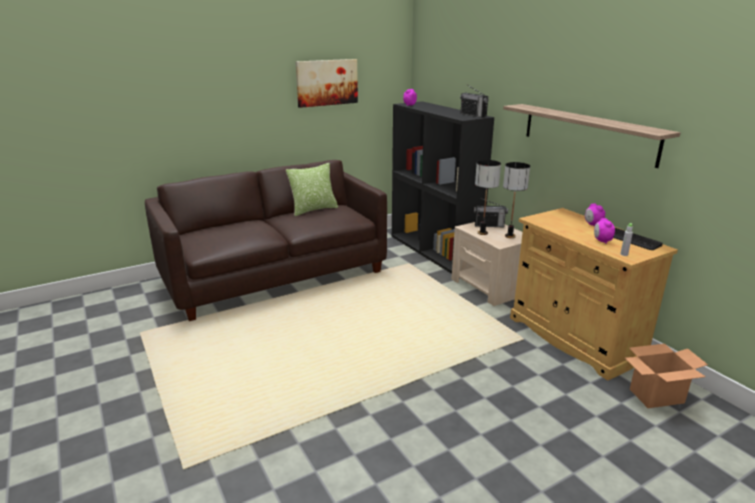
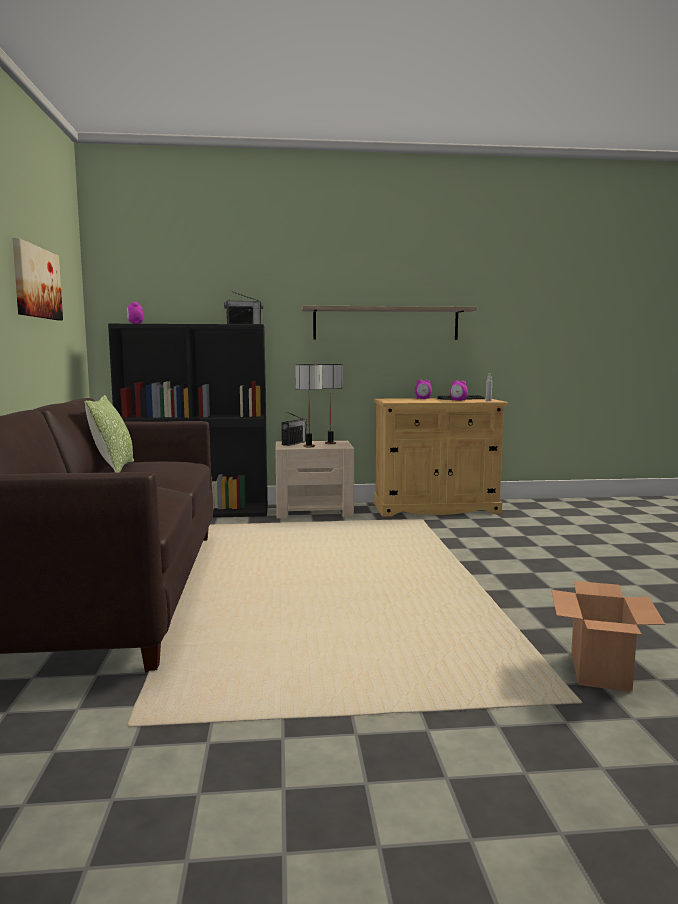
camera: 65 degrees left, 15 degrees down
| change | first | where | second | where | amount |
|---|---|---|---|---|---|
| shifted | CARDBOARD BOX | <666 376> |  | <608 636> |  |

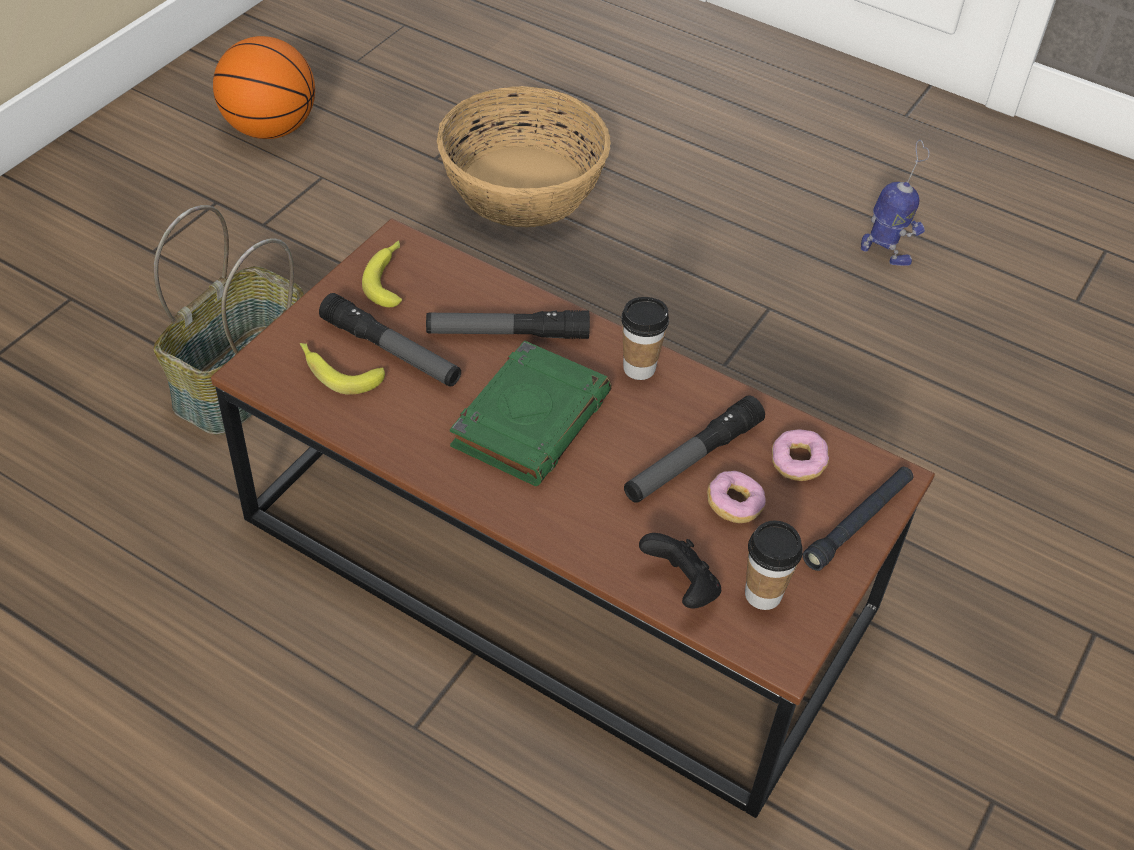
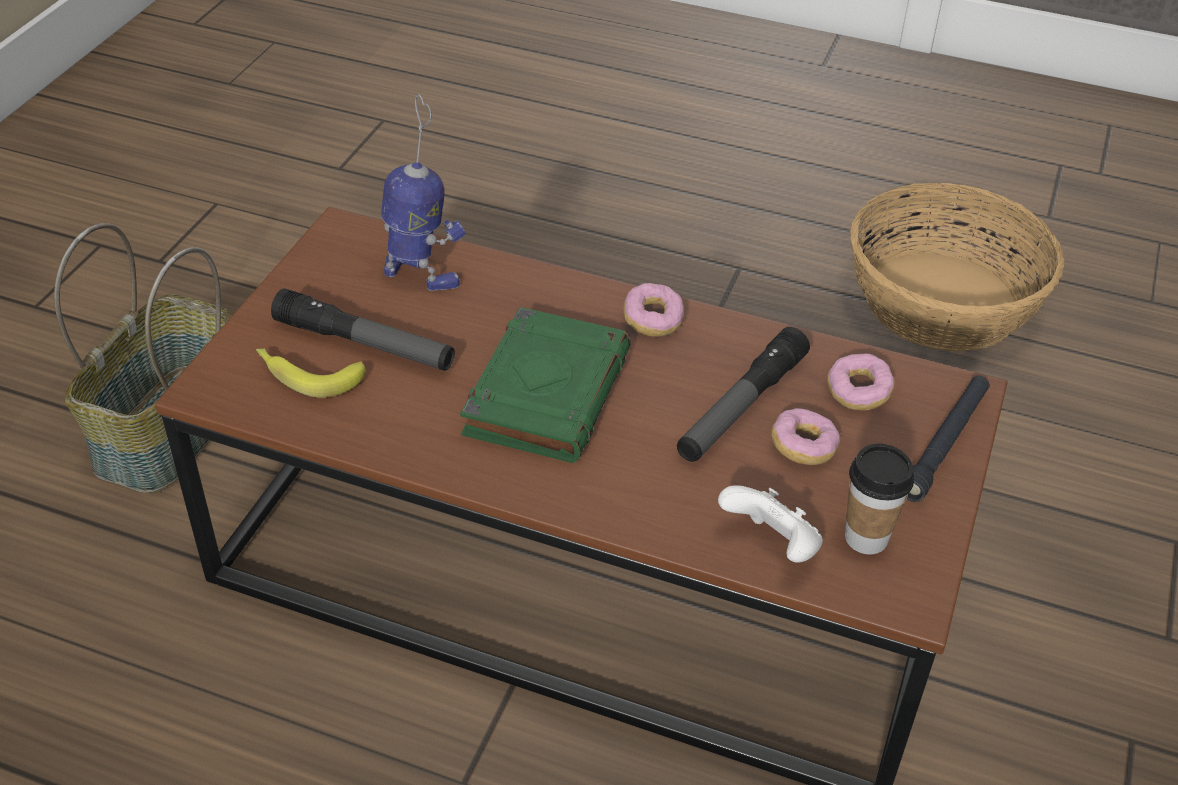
camera: 10 degrees left, 5 degrees down
| change | first | where | second | where | amount |
|---|---|---|---|---|---|
| gone | BALL FOR BASKETBALL | <264 87> |  |  |  |
| shifted | STORAGE BASKET | <524 156> |  | <957 267> |  |
| shifted | TOY ROBOT | <895 203> |  | <423 192> |  |
| gone | BANANA FRUIT | <382 273> |  |  |  |
| swapped | CUP | <645 338> | DOUGHNUT | <653 310> |  |
| gone | TORCH | <508 324> |  |  |  |
| repainted | BLACK GAME CONTROLLER | <680 571> | WHITE-COLOURED GAME CONTROLLER | <770 524> |  |

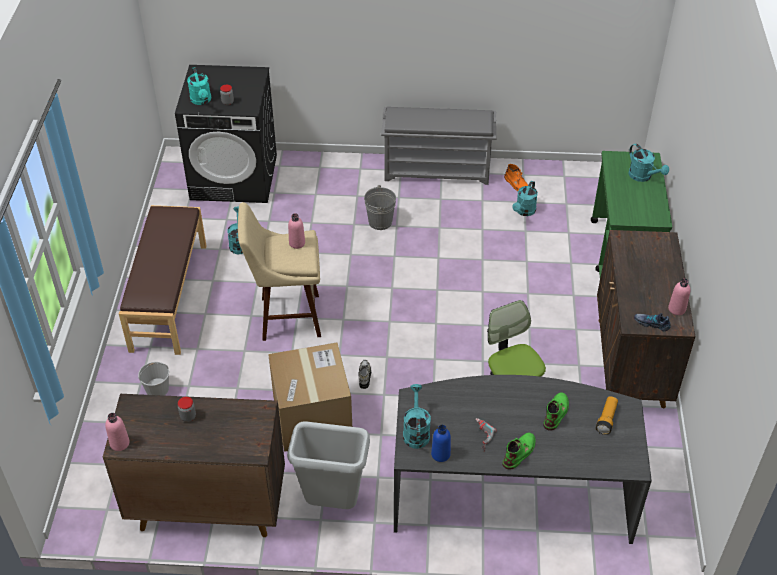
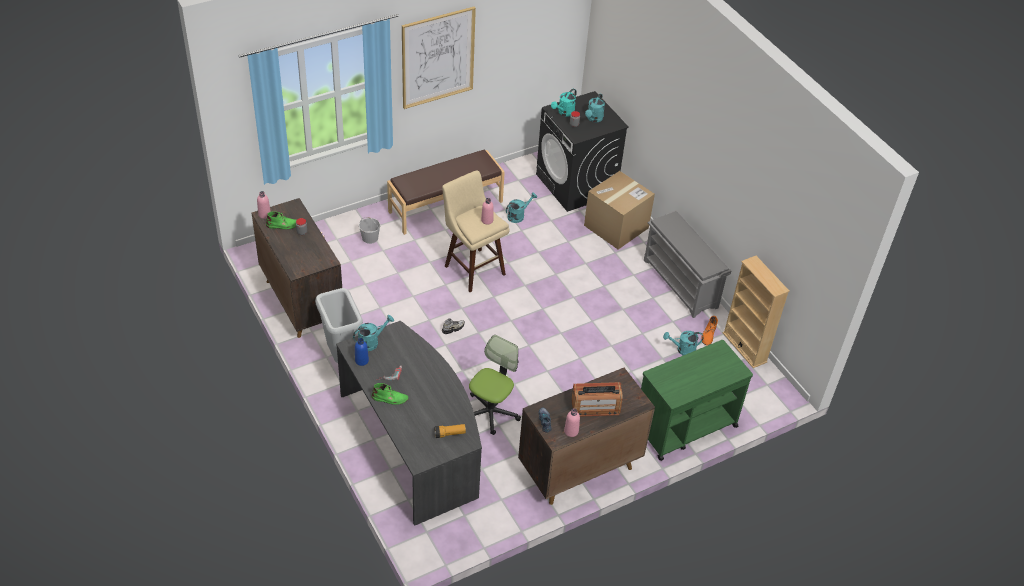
camera: 55 degrees right, 0 degrees up
| change | first | where | second | where | amount |
|---|---|---|---|---|---|
| shifted | TURQUOISE SPRINKLING CAN | <649 163> |  | <595 107> |  |
| gone | GRAY BUCKET | <380 207> |  |  |  |
| shifted | CARDBOARD BOX | <310 397> |  | <619 210> |  |
| shifted | GREENISH TALL BOOT | <556 411> |  | <281 220> |  |
| new |  |  | WALL PICTURE | <439 58> |  |
| new |  |  | BEIGE-COLOURED SHELVING UNIT | <756 312> |  |
| new |  |  | RADIO | <597 399> |  |

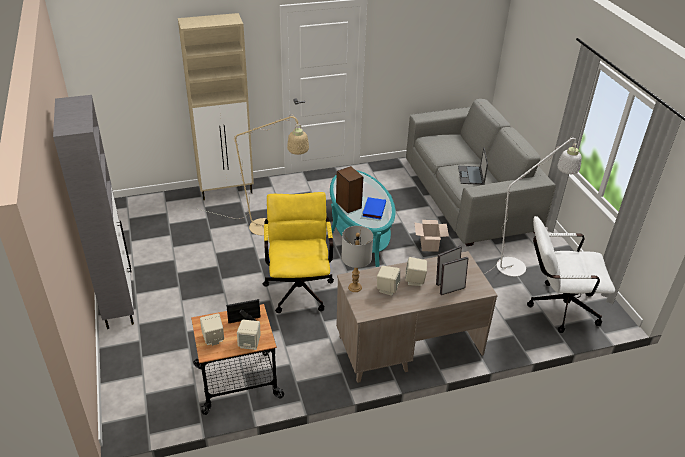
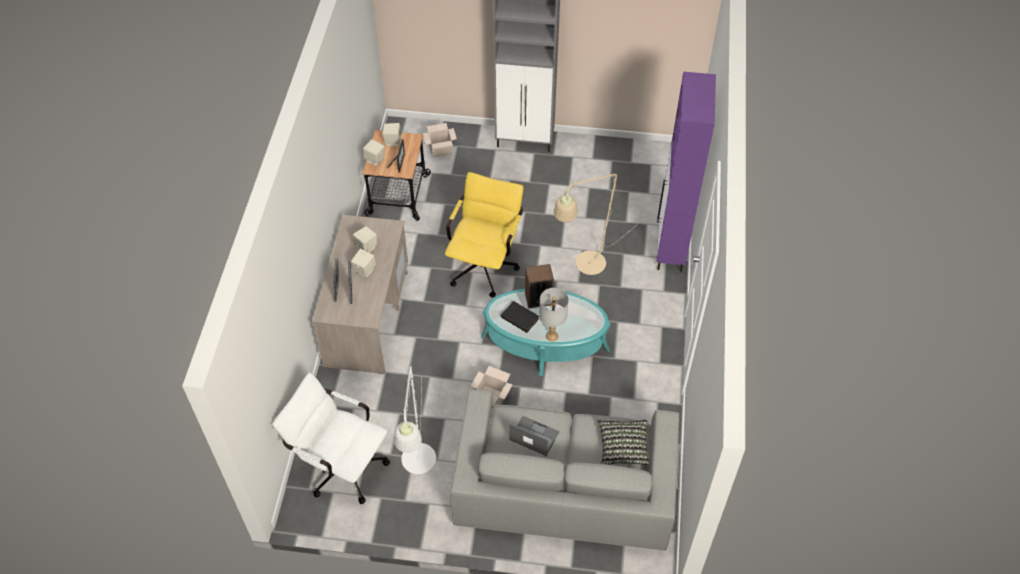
camera: 115 degrees right, 15 degrees up
| change | first | where | second | where | amount |
|---|---|---|---|---|---|
| repainted | BEIGE-COLOURED CUPBOARD | <216 106> | PURPLE CUPBOARD | <686 172> |  |
| rotated | YELLOWISH OFFICE CHAIR | <298 252> |  | <484 234> | 90 degrees counterclockwise |
| repainted | BLUE VOLUME | <374 208> | BLACK VOLUME | <520 317> |  |
| rotated | WHITE-COLOURED OFFICE CHAIR | <571 274> |  | <331 438> | 90 degrees counterclockwise |
| shifted | GRAY TABLE LAMP | <357 259> |  | <553 315> |  |
| new |  |  | CARDBOARD BOX | <440 140> |  |
| new |  |  | CUSHION | <624 442> |  |

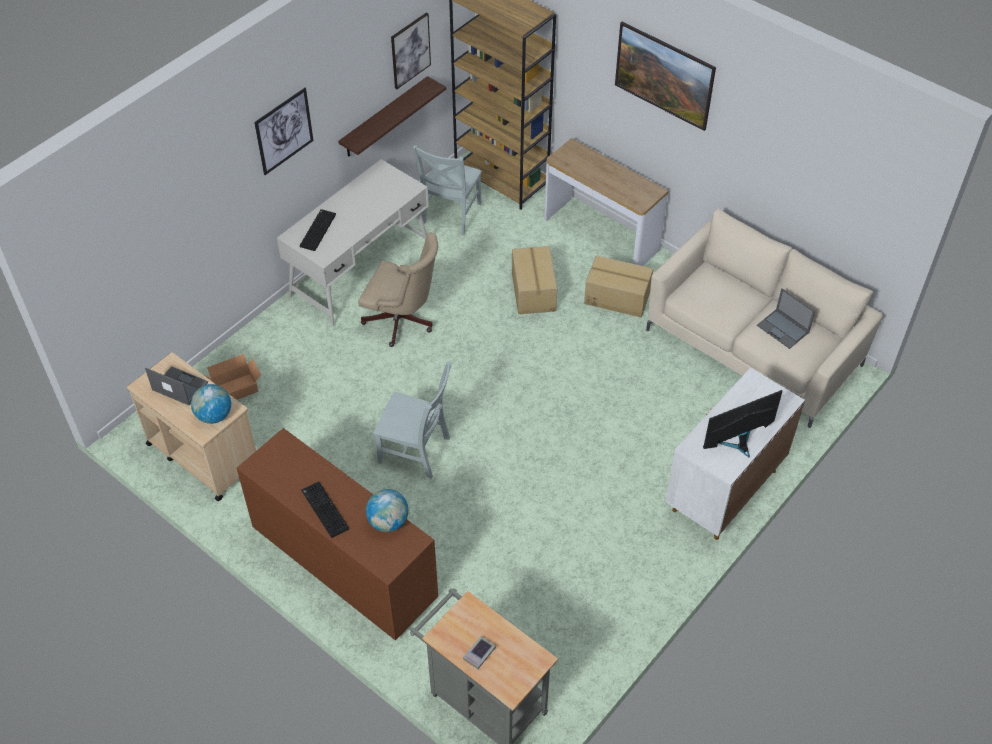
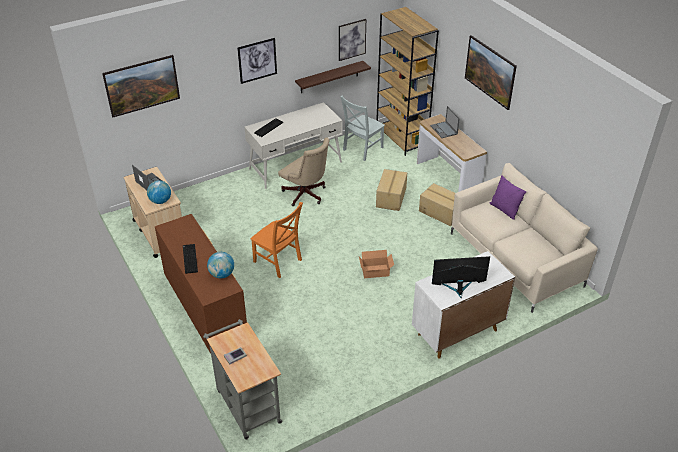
camera: 20 degrees right, 10 degrees down
| change | first | where | second | where | amount |
|---|---|---|---|---|---|
| shifted | PORTABLE COMPUTER | <786 318> |  | <445 122> |  |
| shifted | CARDBOARD BOX | <233 377> |  | <376 264> |  |
| repainted | GRAY PLAIN CHAIR | <412 420> | ORANGE PLAIN CHAIR | <276 240> |  |
| new |  |  | WALL PICTURE | <141 86> |  |
| new |  |  | PURPLE CUSHION | <508 197> |  |

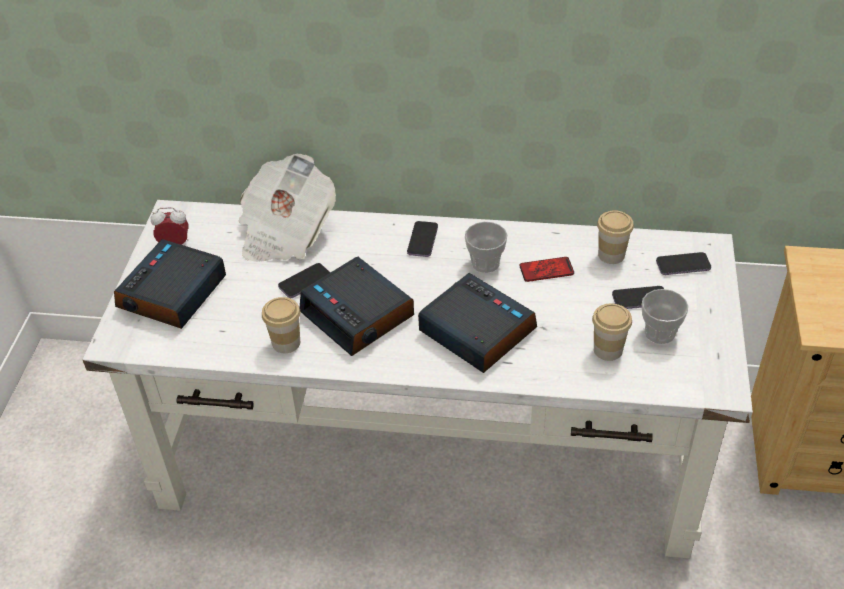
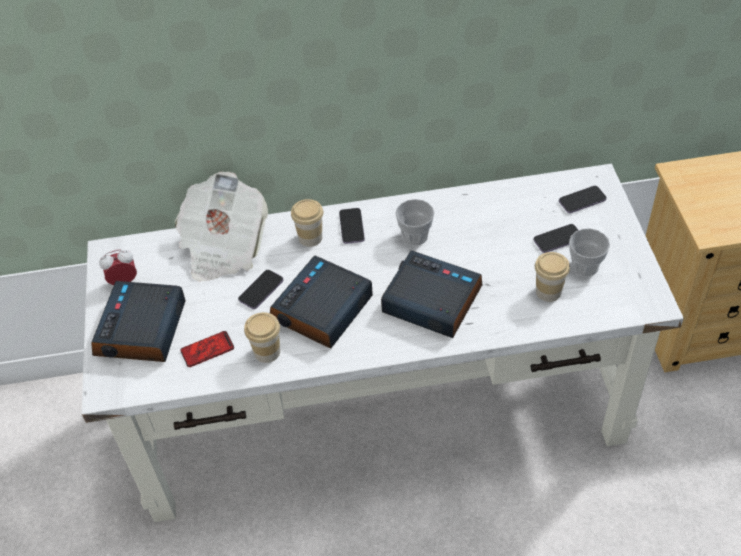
camera: 15 degrees left, 5 degrees up
| change | first | where | second | where | amount |
|---|---|---|---|---|---|
| shifted | CUP | <615 237> |  | <307 223> |  |
| rotated | TABLE CLOCK | <357 306> |  | <321 302> | 90 degrees clockwise |
| shifted | HANDSET | <547 269> |  | <207 349> |  |

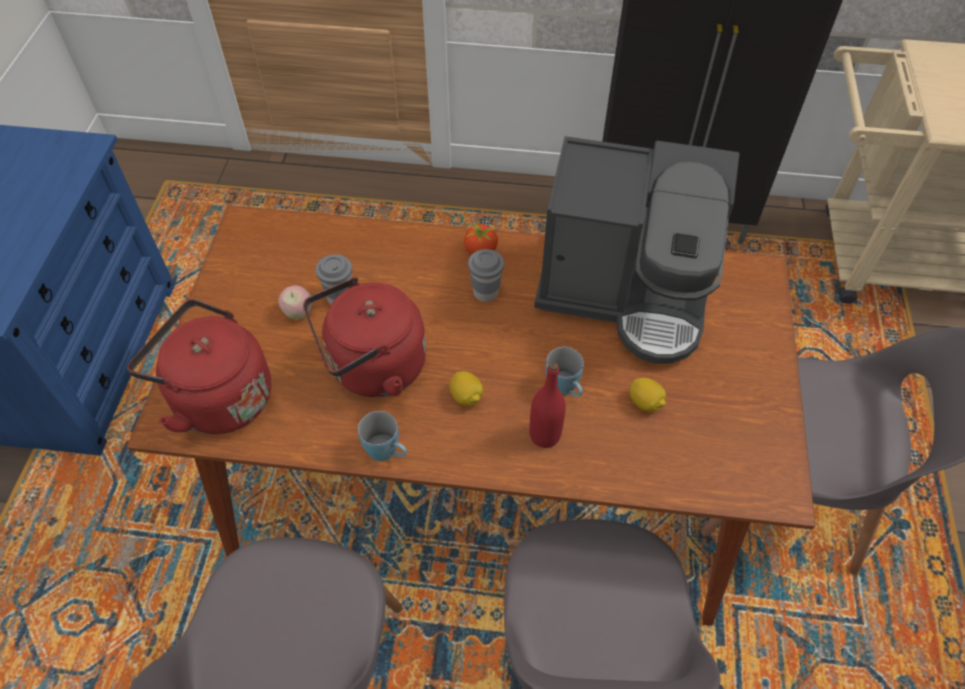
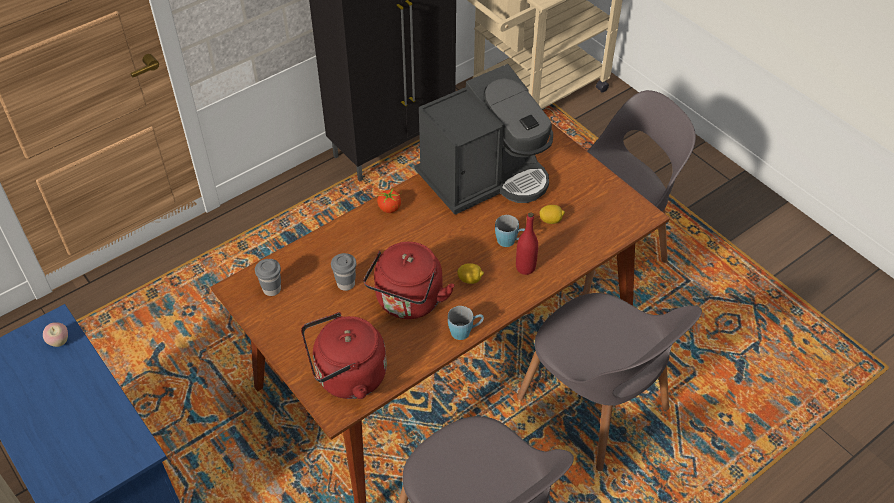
camera: 45 degrees left, 5 degrees down
| change | first | where | second | where | amount |
|---|---|---|---|---|---|
| shifted | GRAY CUP | <486 275> |  | <268 277> |  |
| shifted | WHOLE APPLE | <295 302> |  | <55 335> |  |

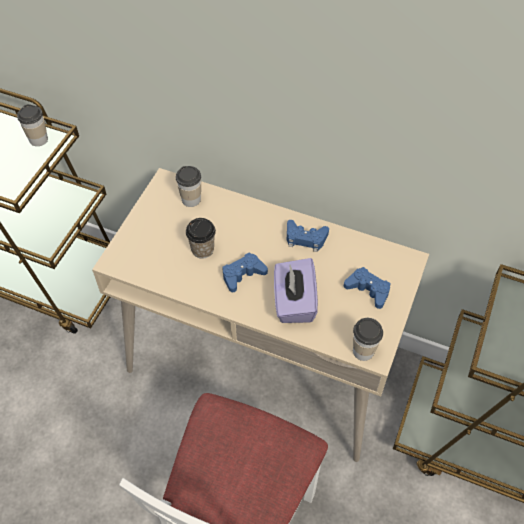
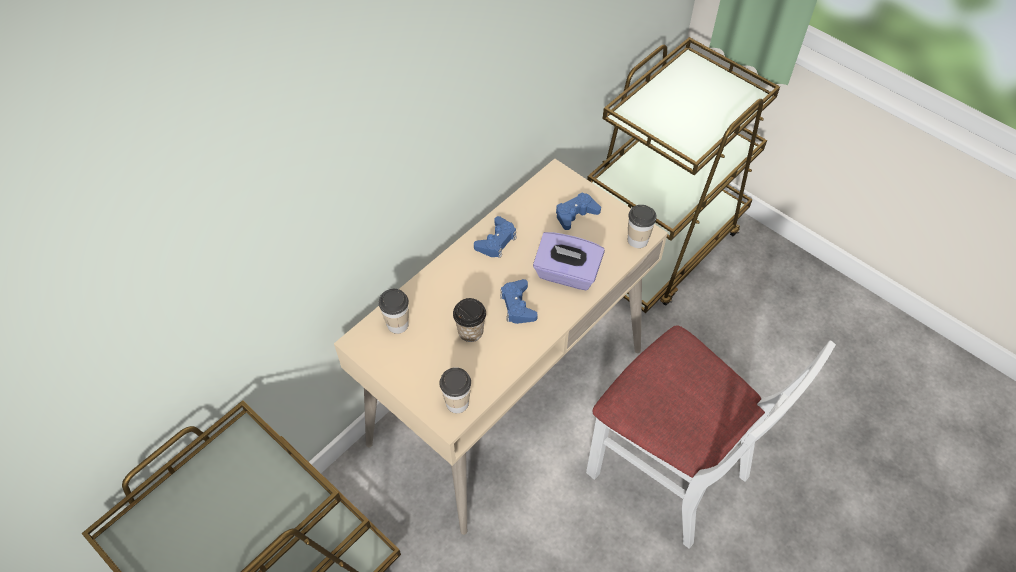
camera: 70 degrees left, 0 degrees up
| change | first | where | second | where | amount |
|---|---|---|---|---|---|
| shifted | CUP | <32 125> |  | <455 390> |  |

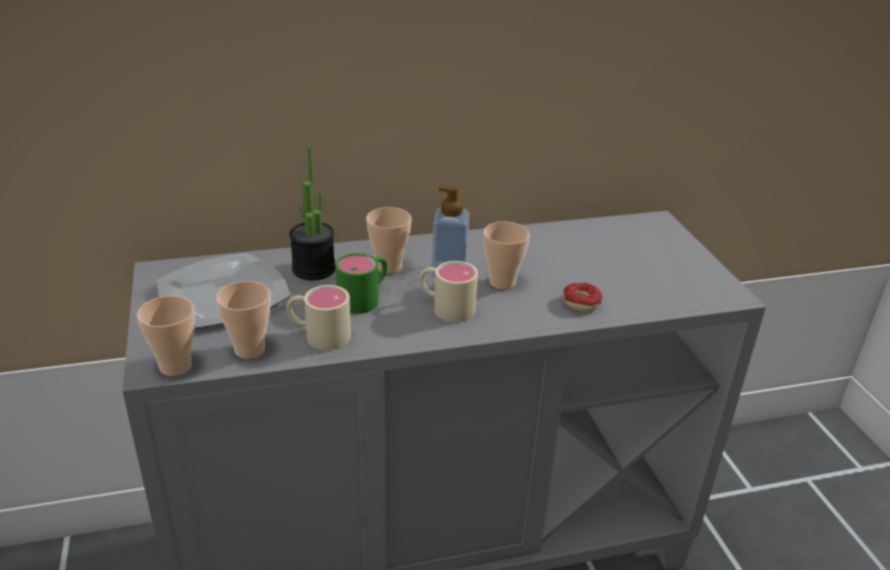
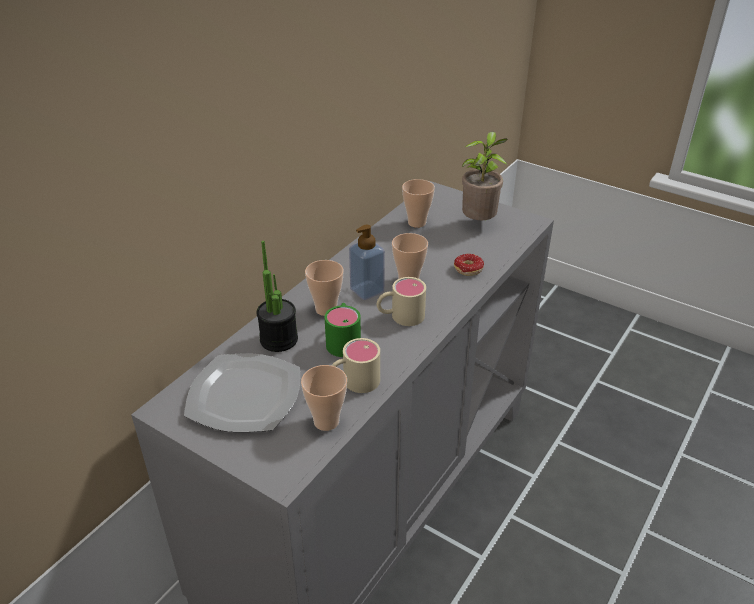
camera: 40 degrees left, 5 degrees up
| change | first | where | second | where | amount |
|---|---|---|---|---|---|
| shifted | CUP | <166 336> |  | <418 203> |  |
| new |  |  | POTTED PLANT | <485 175> |  |

